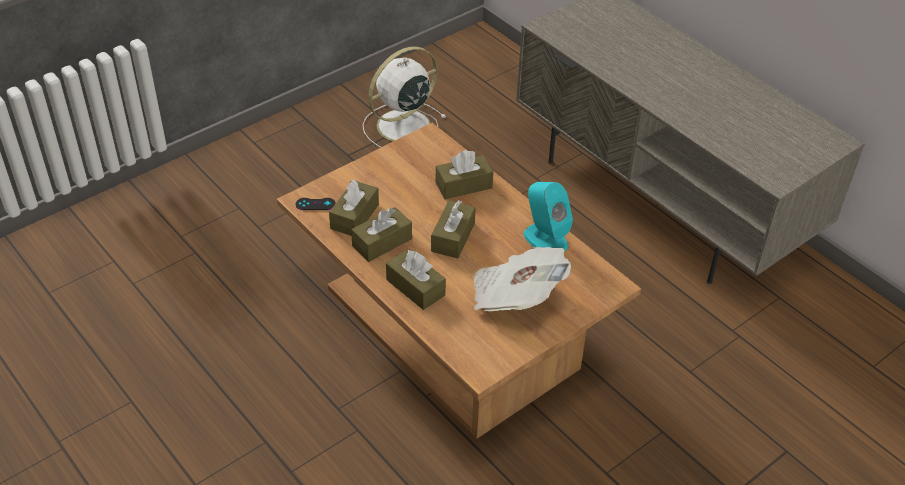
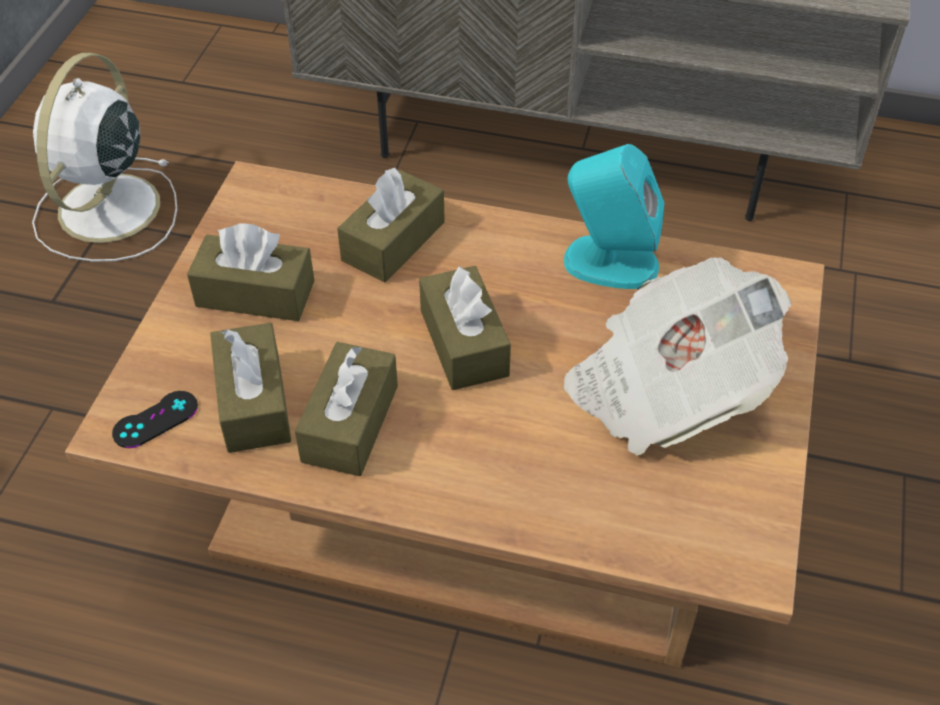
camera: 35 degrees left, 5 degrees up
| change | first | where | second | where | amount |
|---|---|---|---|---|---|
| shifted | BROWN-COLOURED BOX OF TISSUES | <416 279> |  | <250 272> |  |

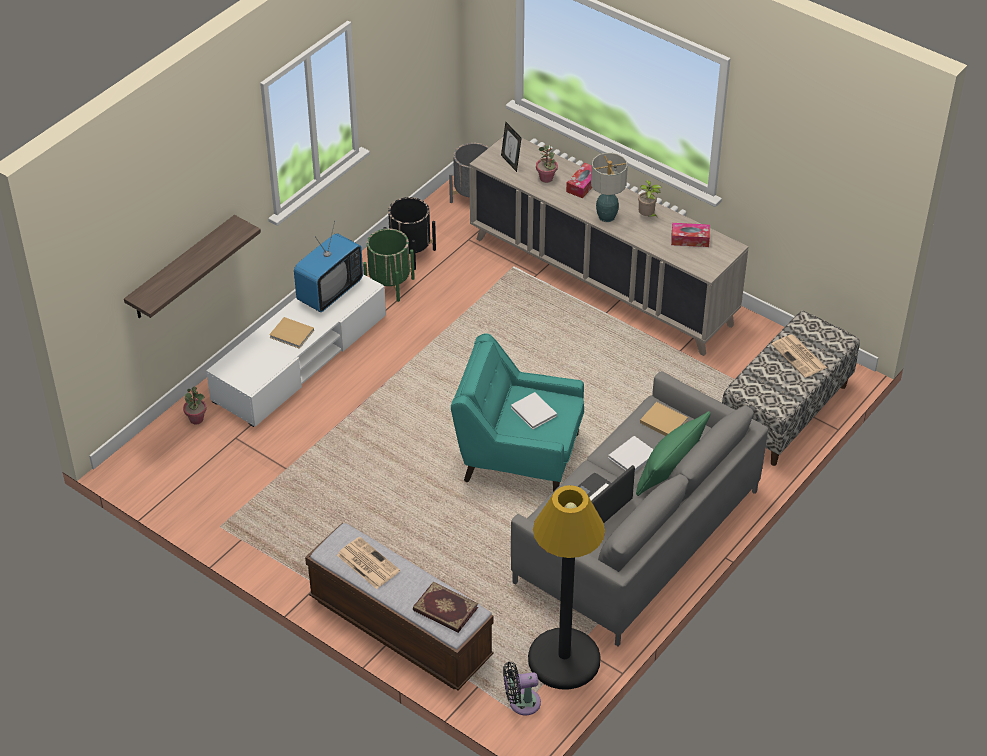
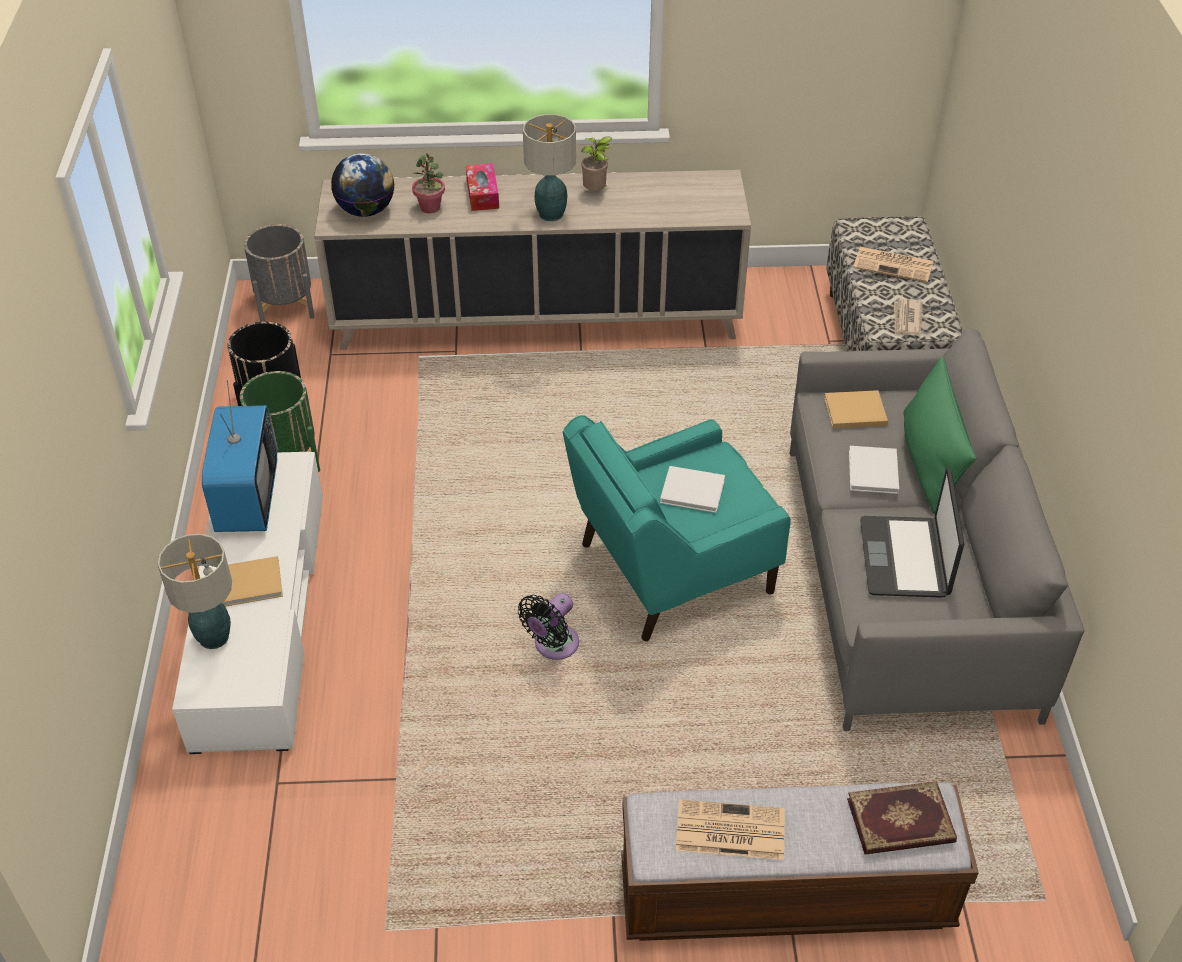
camera: 40 degrees left, 0 degrees up
| change | first | where | second | where | amount |
|---|---|---|---|---|---|
| swapped | PHOTO FRAME | <511 147> | GLOBE | <362 185> |  |
| gone | BRACKET SHELF | <192 266> |  |  |  |
| gone | BOX OF TISSUES | <690 235> |  |  |  |
| gone | POTTED PLANT | <195 405> |  |  |  |
| gone | BLACK FLOOR LAMP | <566 587> |  |  |  |
| shifted | BLACK FAN | <522 688> |  | <548 626> |  |
| new |  |  | DAILY PAPER | <908 317> |  |
| new |  |  | TABLE LAMP | <195 591> |  |

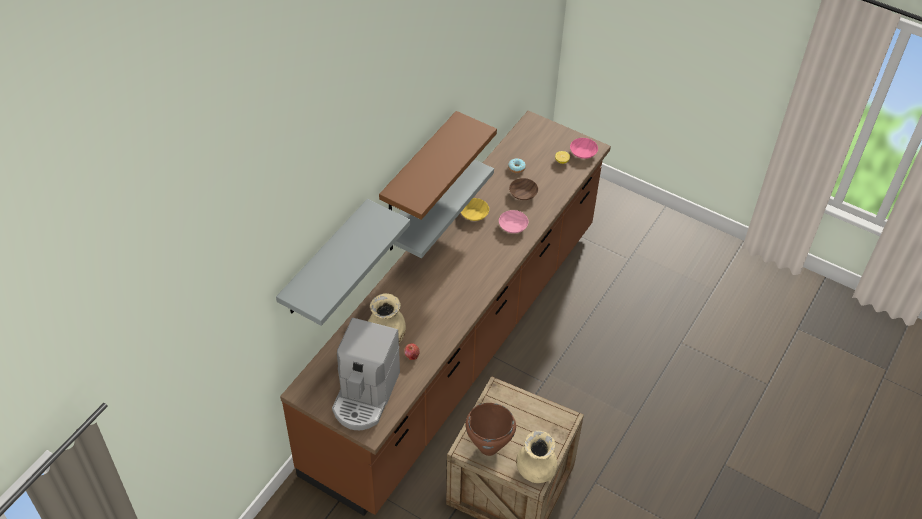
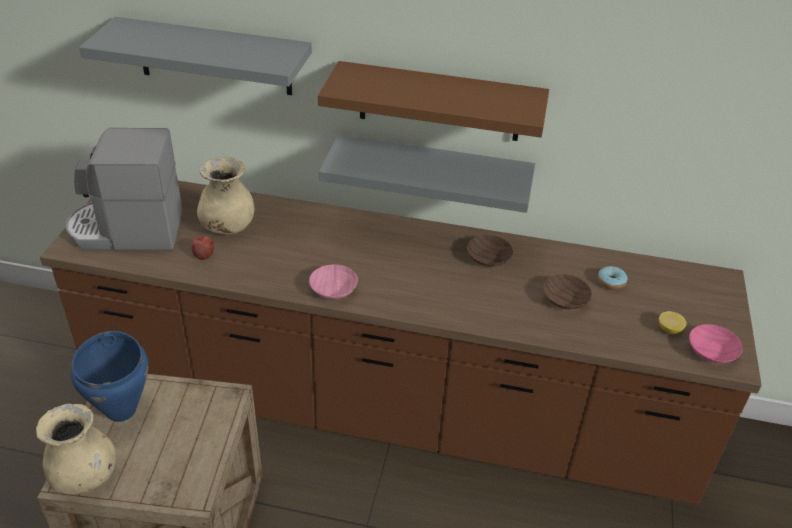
camera: 70 degrees right, 10 degrees down
| change | first | where | second | where | amount |
|---|---|---|---|---|---|
| repainted | YELLOWISH BOWL | <475 209> | BROWN-COLOURED BOWL | <490 251> |  |
| shifted | PINK-COLOURED BOWL | <513 221> |  | <333 281> |  |
| repainted | BROWN-COLOURED STOCKPOT | <490 429> | BLUE STOCKPOT | <109 376> |  |

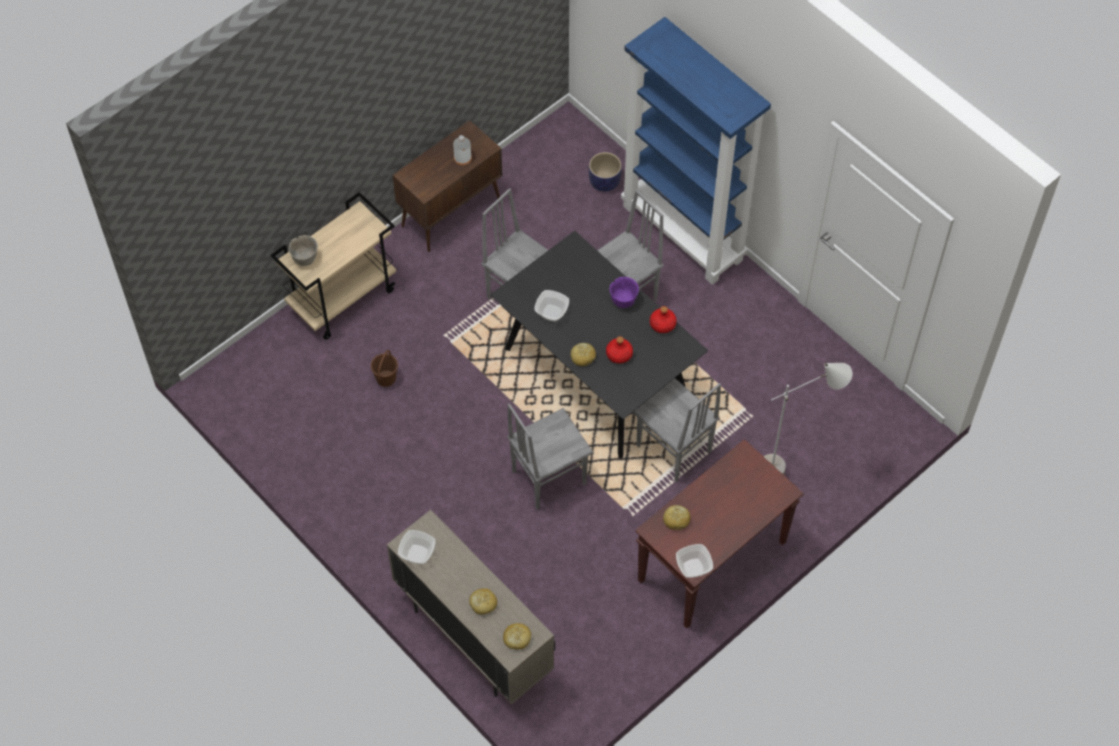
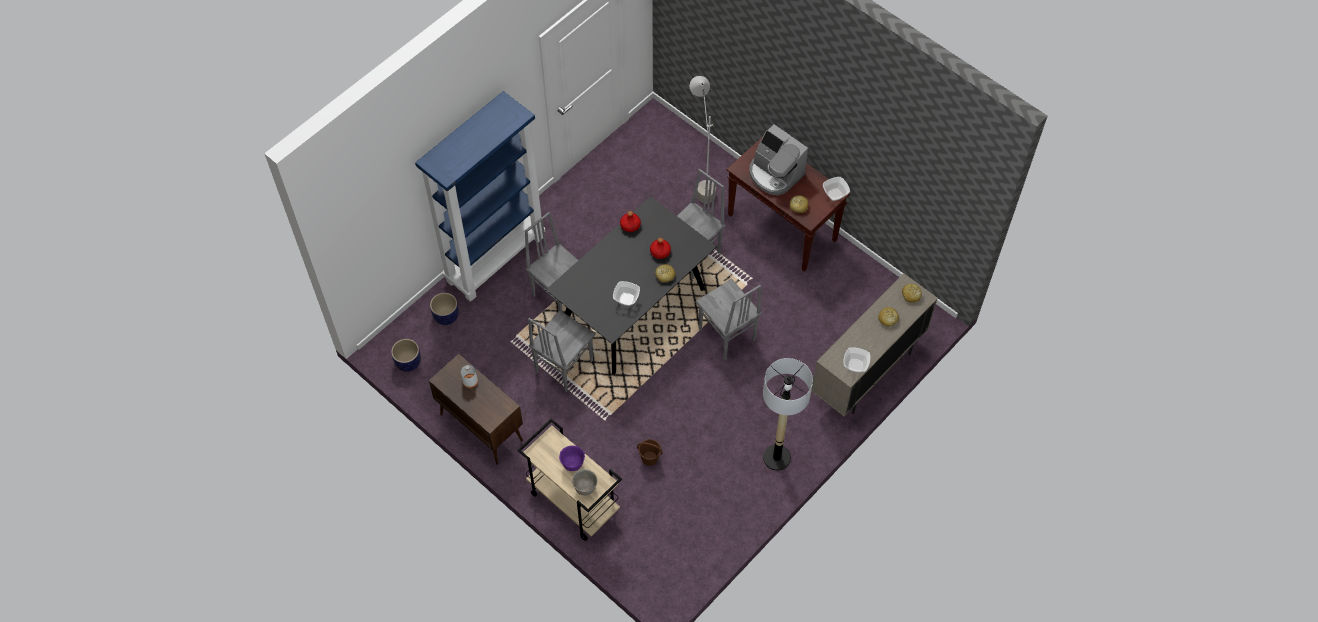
camera: 95 degrees left, 0 degrees up
| change | first | where | second | where | amount |
|---|---|---|---|---|---|
| shifted | PURPLE BOWL | <624 292> |  | <572 458> |  |
| new |  |  | COFFEE MAKER | <778 159> |  |
| new |  |  | FLOWER POT | <406 355> |  |
| new |  |  | FLOOR LAMP | <788 414> |  |

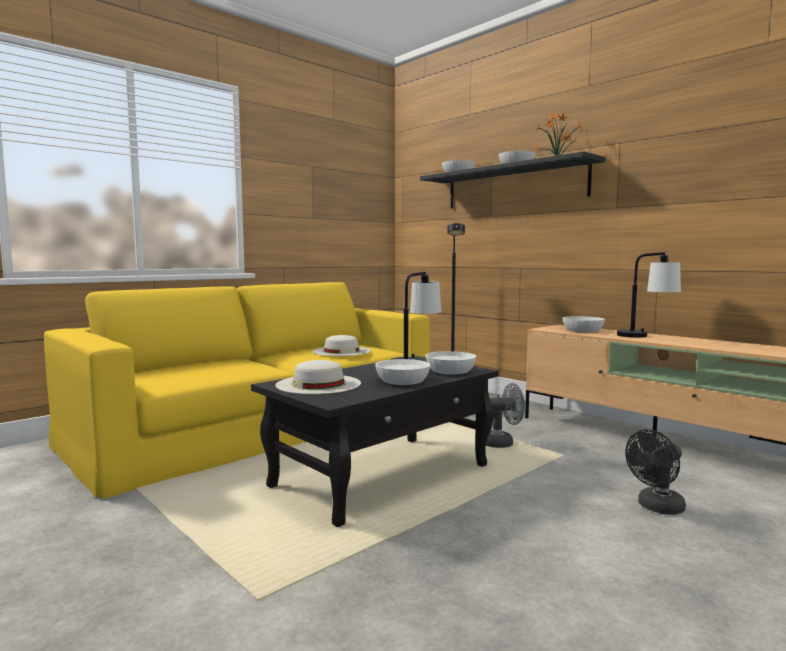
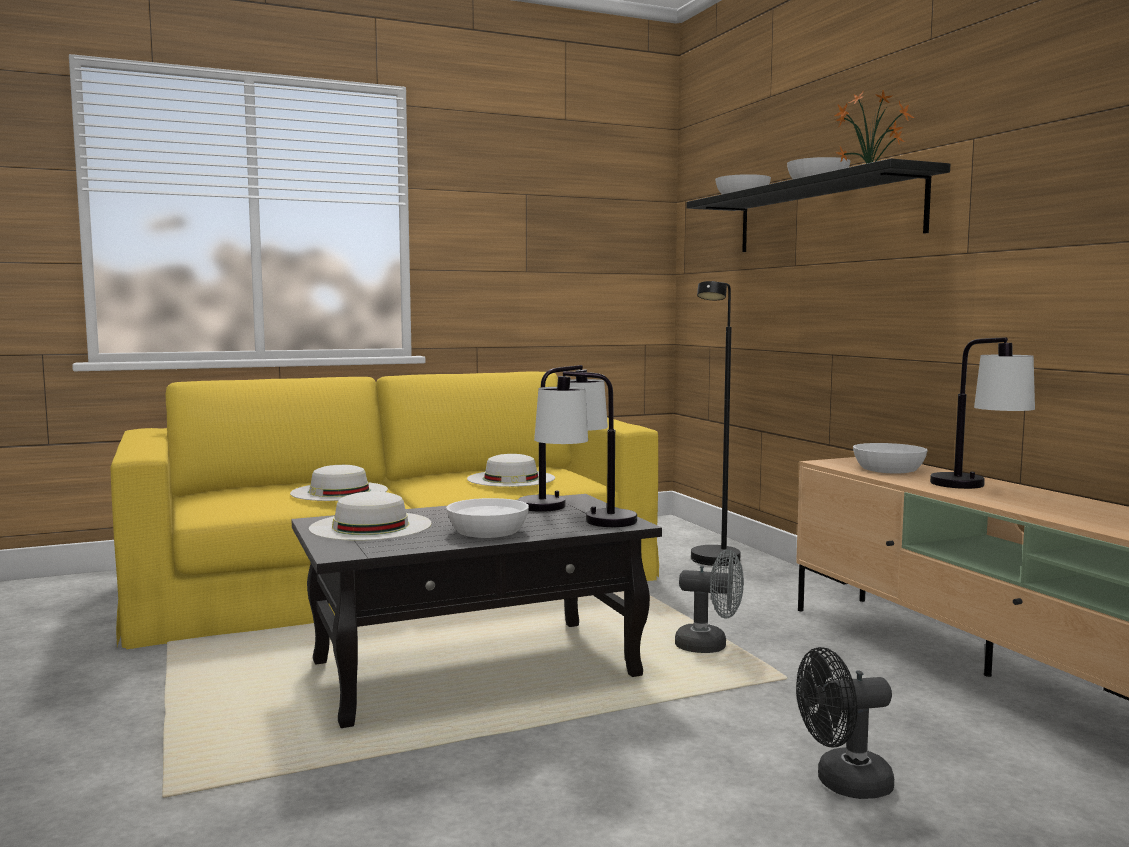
camera: 20 degrees right, 0 degrees up
| change | first | where | second | where | amount |
|---|---|---|---|---|---|
| swapped | WHITE-COLOURED BOWL | <450 363> | TABLE LAMP | <585 449> |  |
| new |  |  | WHITE-COLOURED CLOTHING HAT | <339 483> |  |

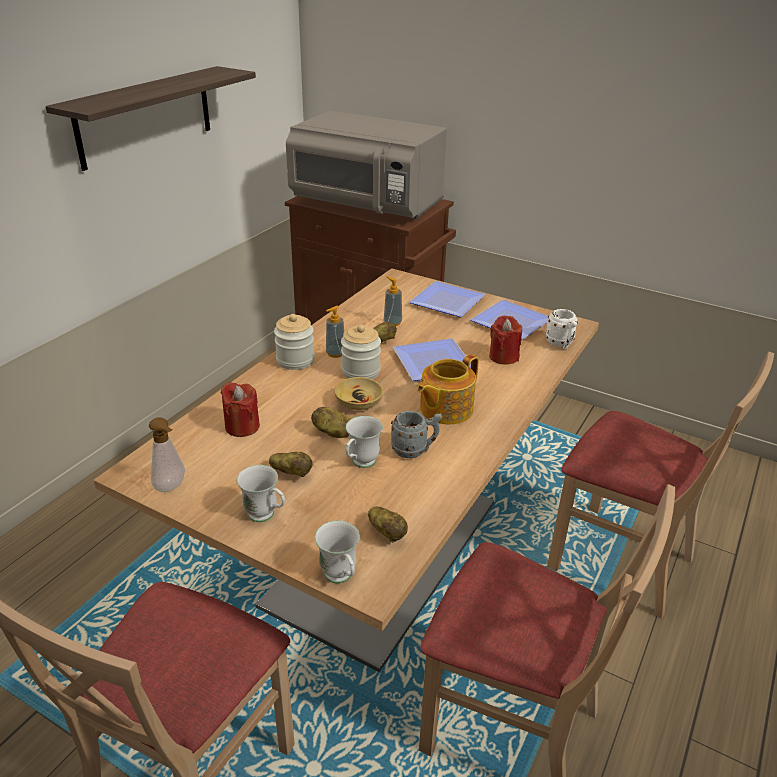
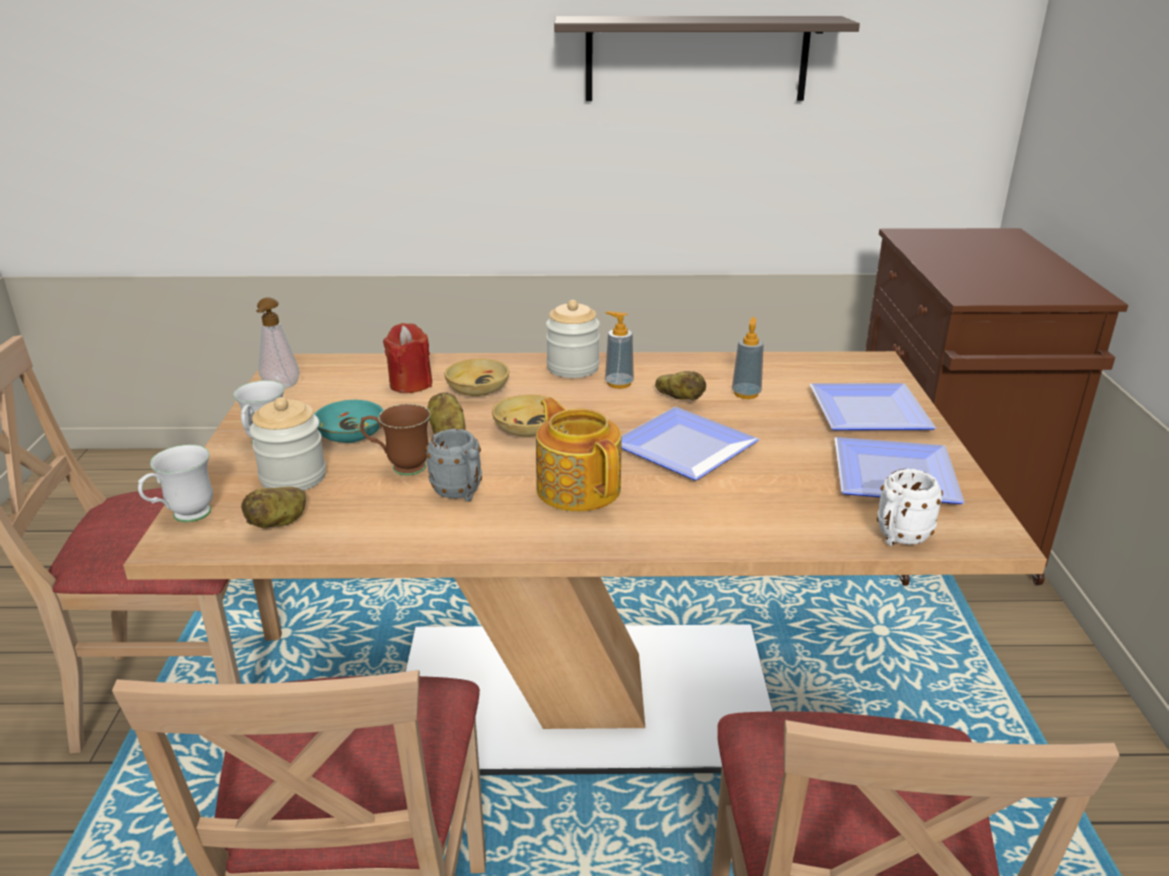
camera: 60 degrees right, 5 degrees down
| change | first | where | second | where | amount |
|---|---|---|---|---|---|
| gone | GRAY MICROWAVE OVEN | <366 165> |  |  |  |
| gone | REDDISH WAX LIGHT | <505 339> |  |  |  |
| shifted | STORAGE JAR | <361 351> |  | <287 444> |  |
| rotated | TEAPOT | <448 389> |  | <579 454> | 45 degrees clockwise |
| repainted | WHITE-COLOURED TEA MUG | <364 442> | BROWN-COLOURED TEA MUG | <395 439> |  |
| swapped | POTATO | <291 464> | TURQUOISE BOWL | <349 421> |  |
| new |  |  | BEIGE-COLOURED BOWL | <476 377> |  |

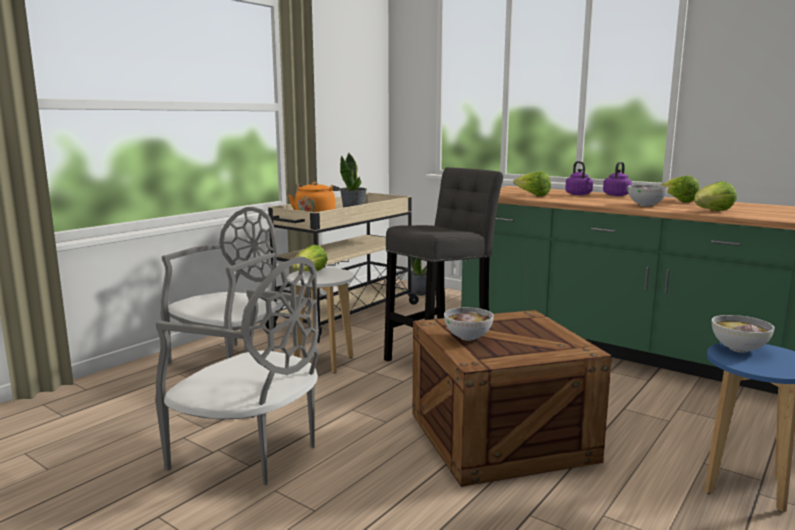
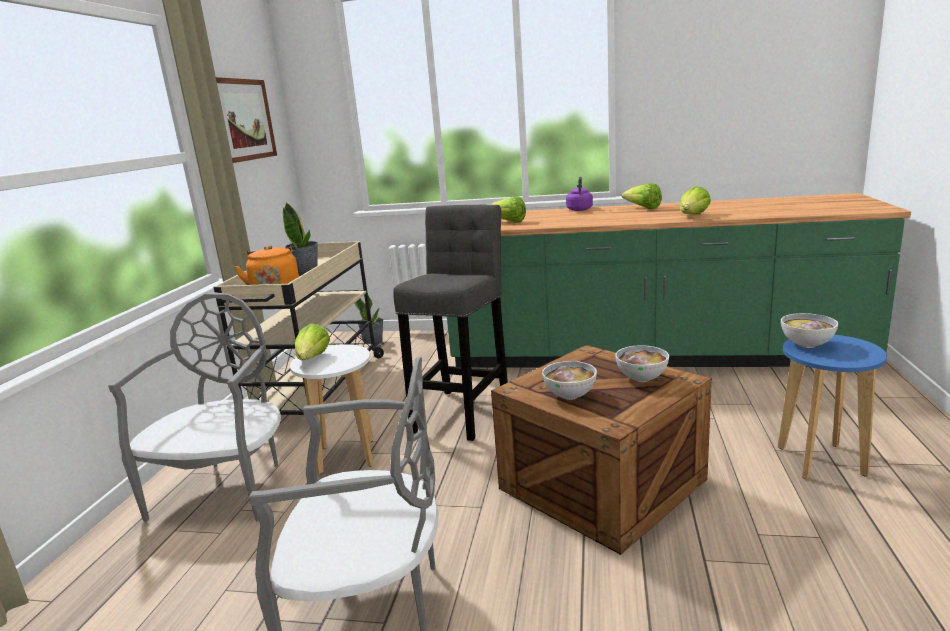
camera: 25 degrees left, 5 degrees up
| change | first | where | second | where | amount |
|---|---|---|---|---|---|
| gone | PURPLE WATER KETTLE | <579 178> |  |  |  |
| shifted | BOWL | <647 195> |  | <642 363> |  |
| new |  |  | WALL PICTURE | <246 120> |  |

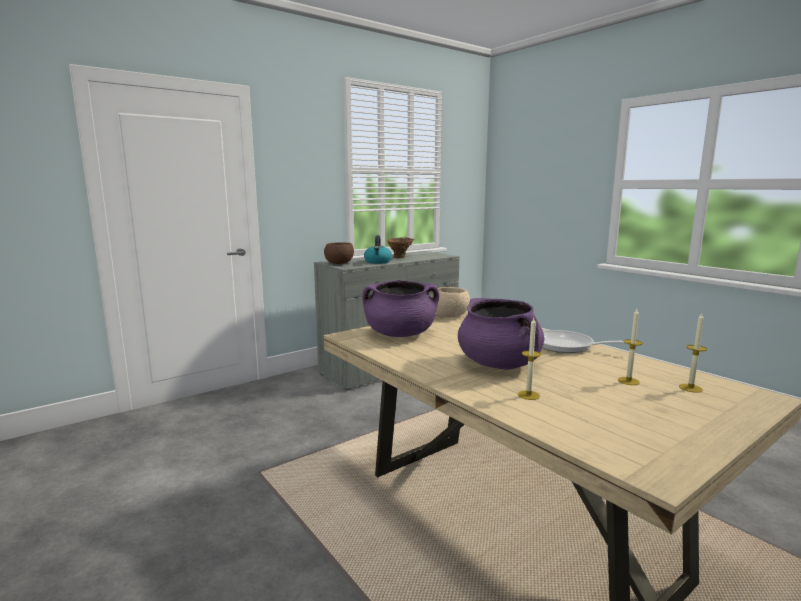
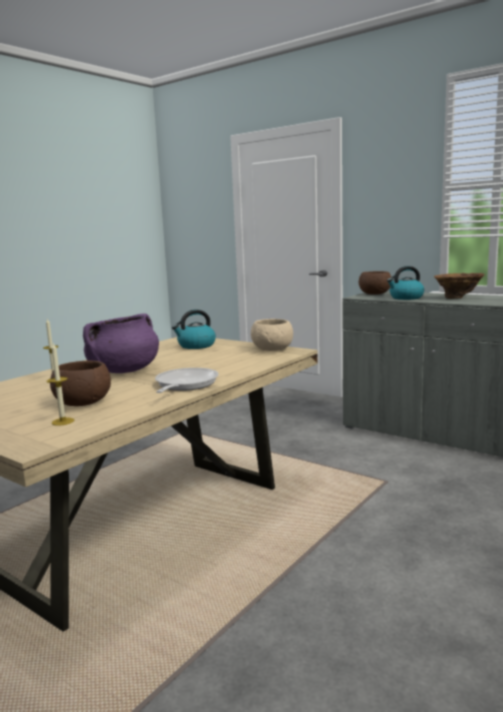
camera: 75 degrees right, 0 degrees up
| change | first | where | second | where | amount |
|---|---|---|---|---|---|
| swapped | PURPLE STOCKPOT | <400 308> | WATER KETTLE | <194 329> |  |
| swapped | WAX LIGHT | <630 347> | BROWN-COLOURED BOWL | <80 383> |  |

